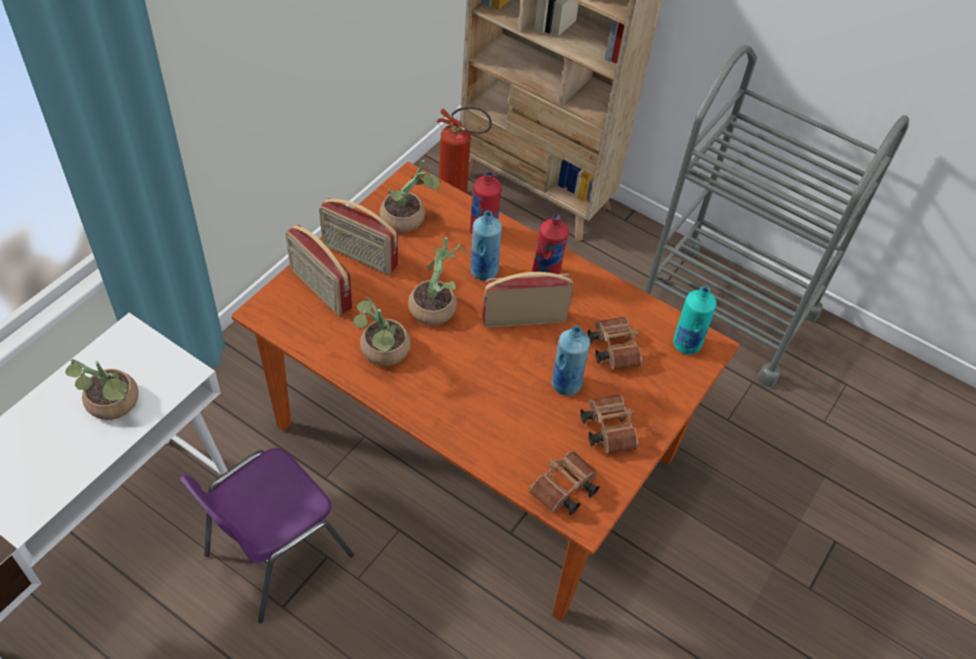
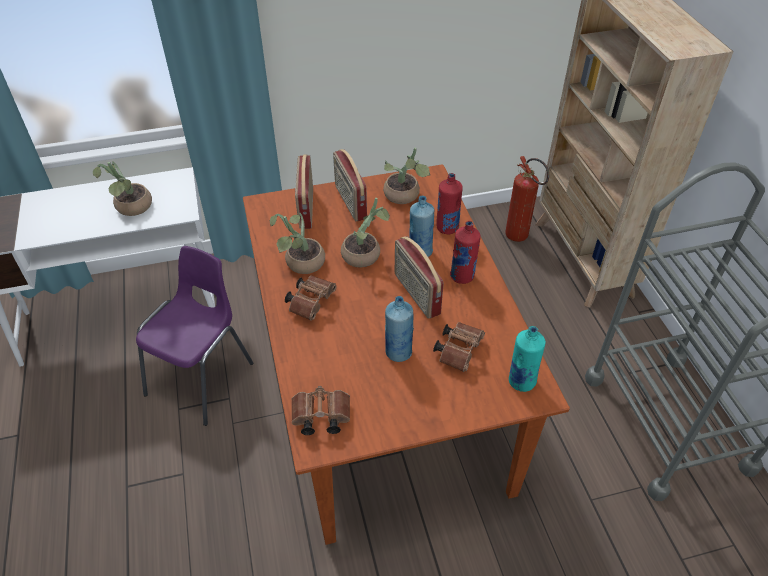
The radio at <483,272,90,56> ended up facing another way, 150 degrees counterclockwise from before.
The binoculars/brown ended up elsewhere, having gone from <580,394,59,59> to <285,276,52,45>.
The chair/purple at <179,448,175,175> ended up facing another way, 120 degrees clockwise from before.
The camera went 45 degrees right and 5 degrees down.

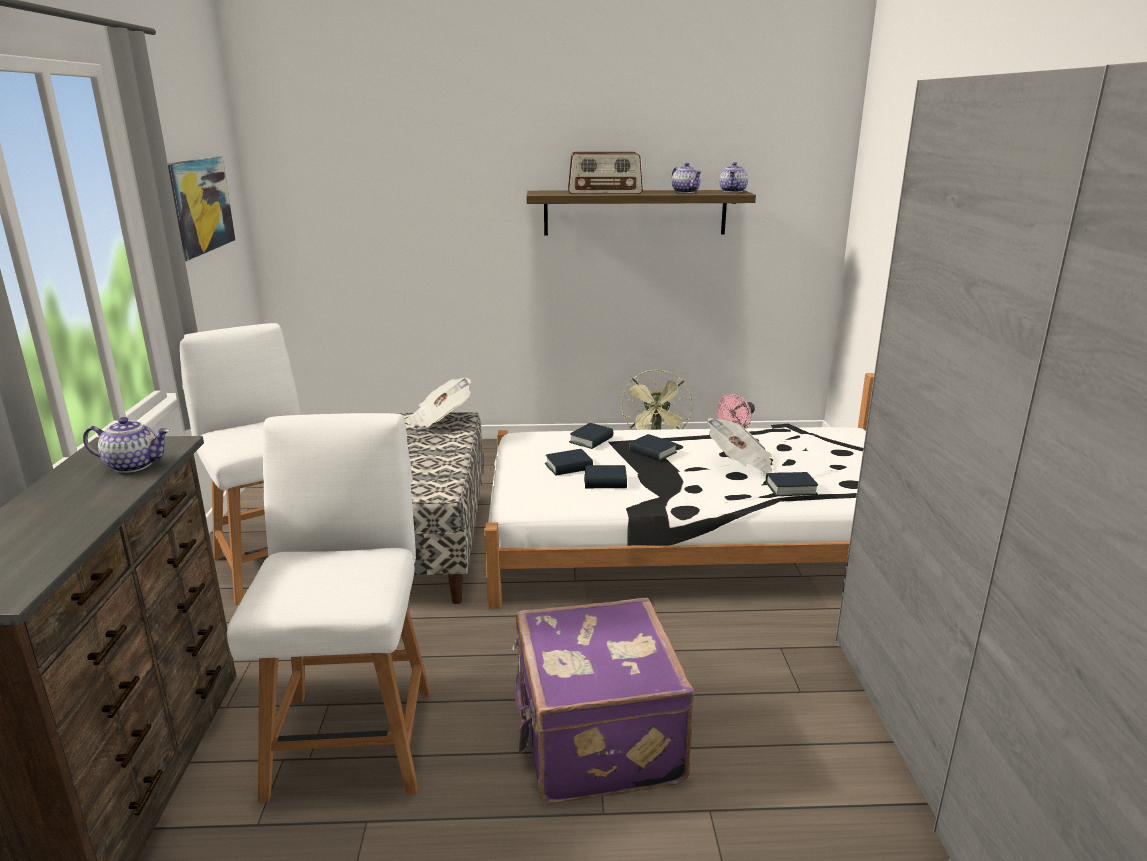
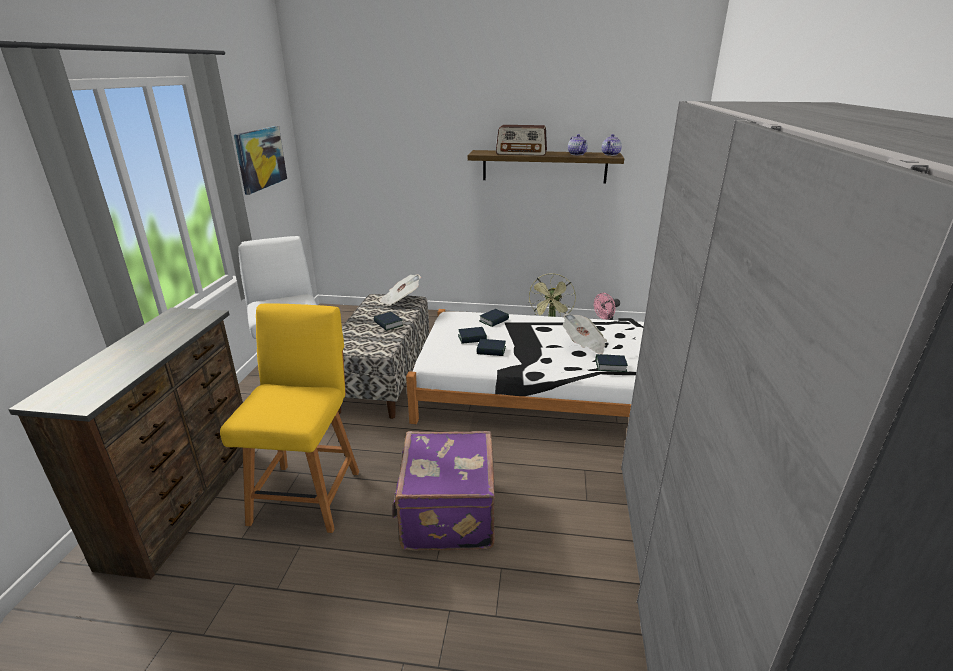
What was the chair/white at <227,413,204,390> turned into the chair/yellow at <220,303,139,230>.
The second view lost the teapot at <83,417,87,56>.
The book ended up elsewhere, having gone from <629,434,48,27> to <374,312,29,19>.
The camera went 10 degrees right and 5 degrees up.

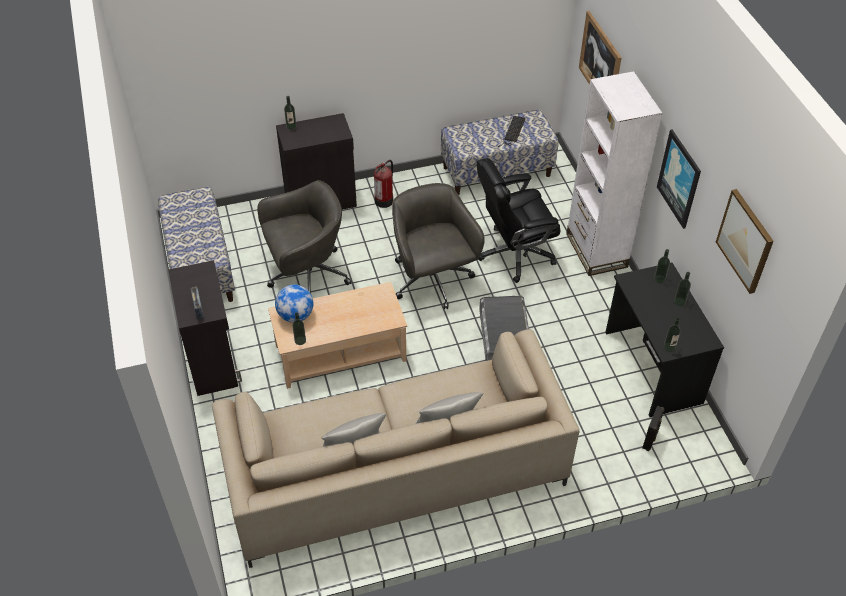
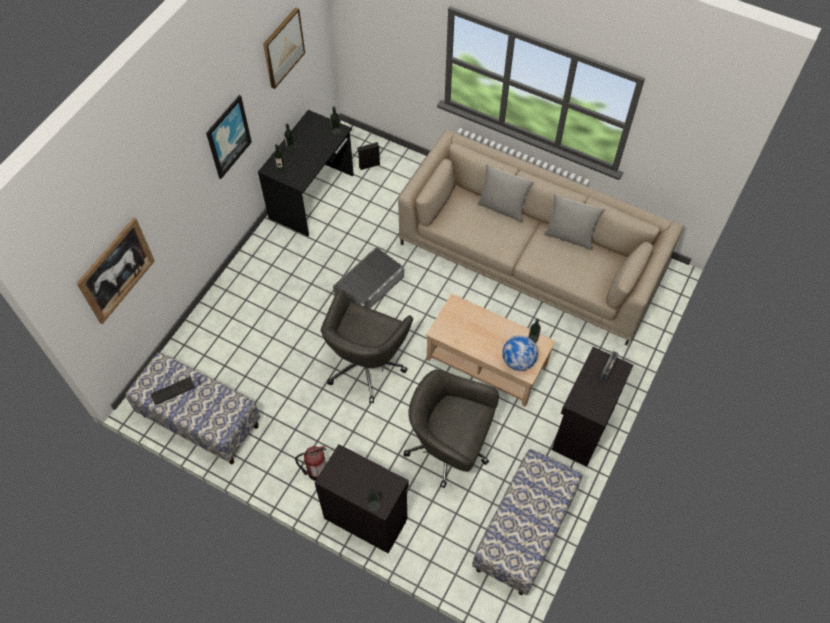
The second view lost the bookcase/white at <566,71,96,205>.
The second view lost the office chair/black at <477,158,84,125>.
The camera went 135 degrees left and 10 degrees up.

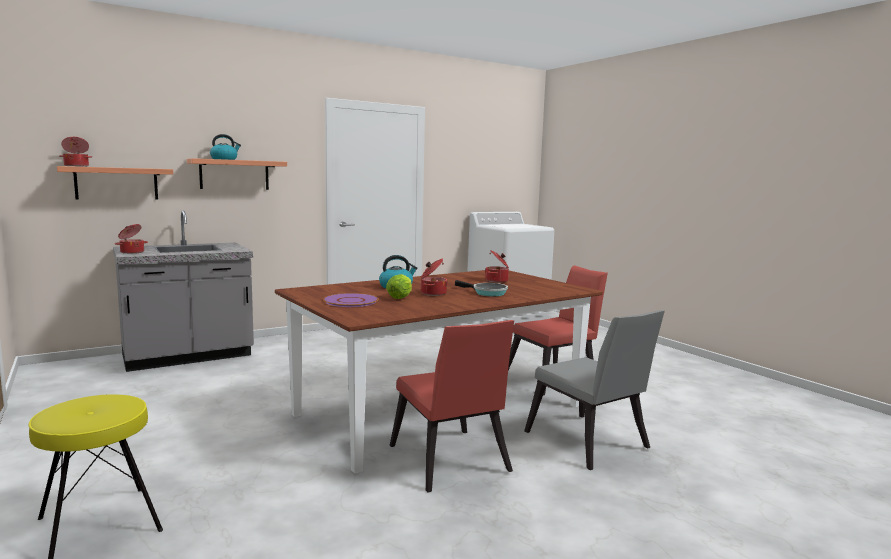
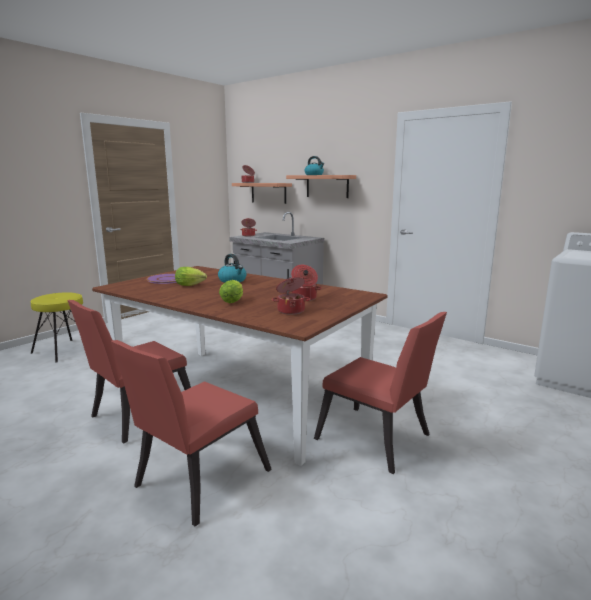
The cooking pot ended up elsewhere, having gone from <421,259,27,37> to <272,277,39,38>.
Where the frying pan stood at <455,280,53,16>, the lettuce came to stand at <219,280,24,23>.
What was the chair/grey at <524,310,141,160> turned into the chair/red at <111,340,161,187>.
The camera went 70 degrees right and 5 degrees up.

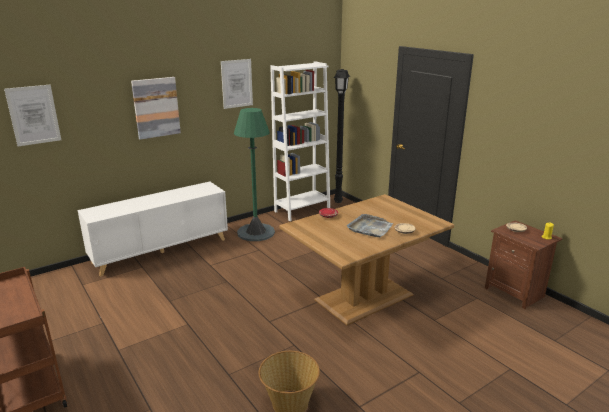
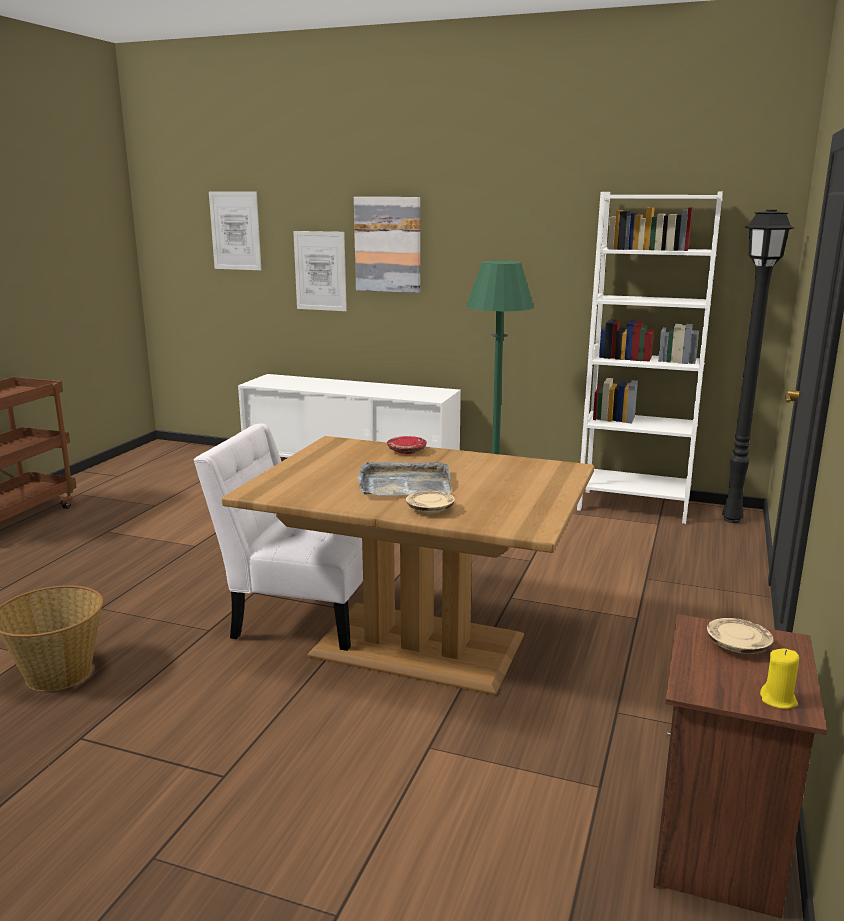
The picture ended up elsewhere, having gone from <221,59,32,50> to <293,231,54,80>.
The second view gained the chair/white at <194,424,169,227>.
The camera went 55 degrees right and 5 degrees down.

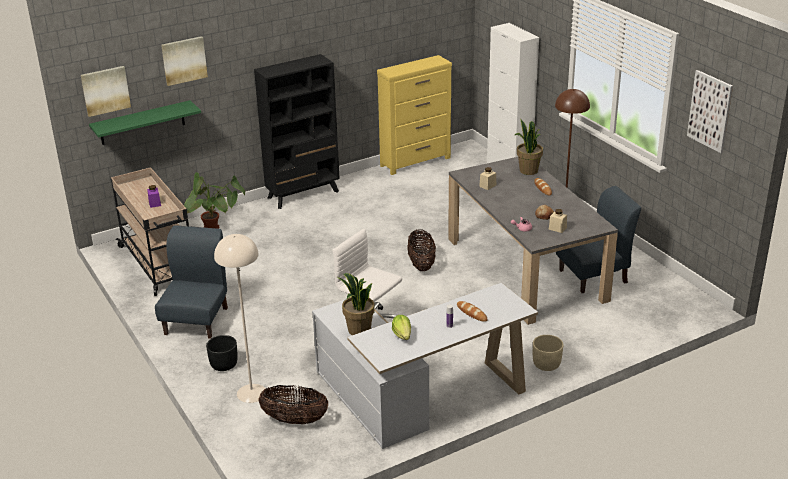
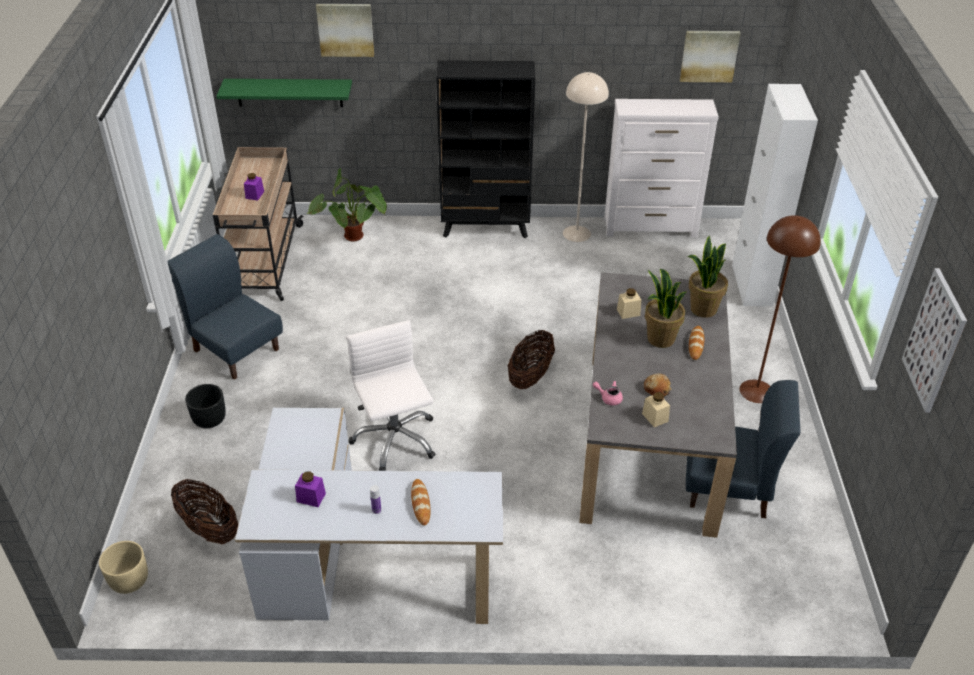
What was the dresser/yellow at <377,55,75,120> turned into the dresser/white at <604,99,115,138>.
The picture ended up elsewhere, having gone from <81,66,50,51> to <680,31,61,51>.
The chair/blue at <155,225,73,114> ended up facing another way, 90 degrees counterclockwise from before.
The floor lamp/beige ended up elsewhere, having gone from <214,234,51,169> to <563,72,46,170>.
The potted plant ended up elsewhere, having gone from <336,273,39,62> to <645,269,41,79>.
Where the lettuce stood at <392,315,19,25>, the jar/purple came to stand at <295,471,31,36>.
The planter/beige ended up elsewhere, having gone from <533,335,30,36> to <99,541,49,53>.
The camera went 30 degrees right and 10 degrees up.

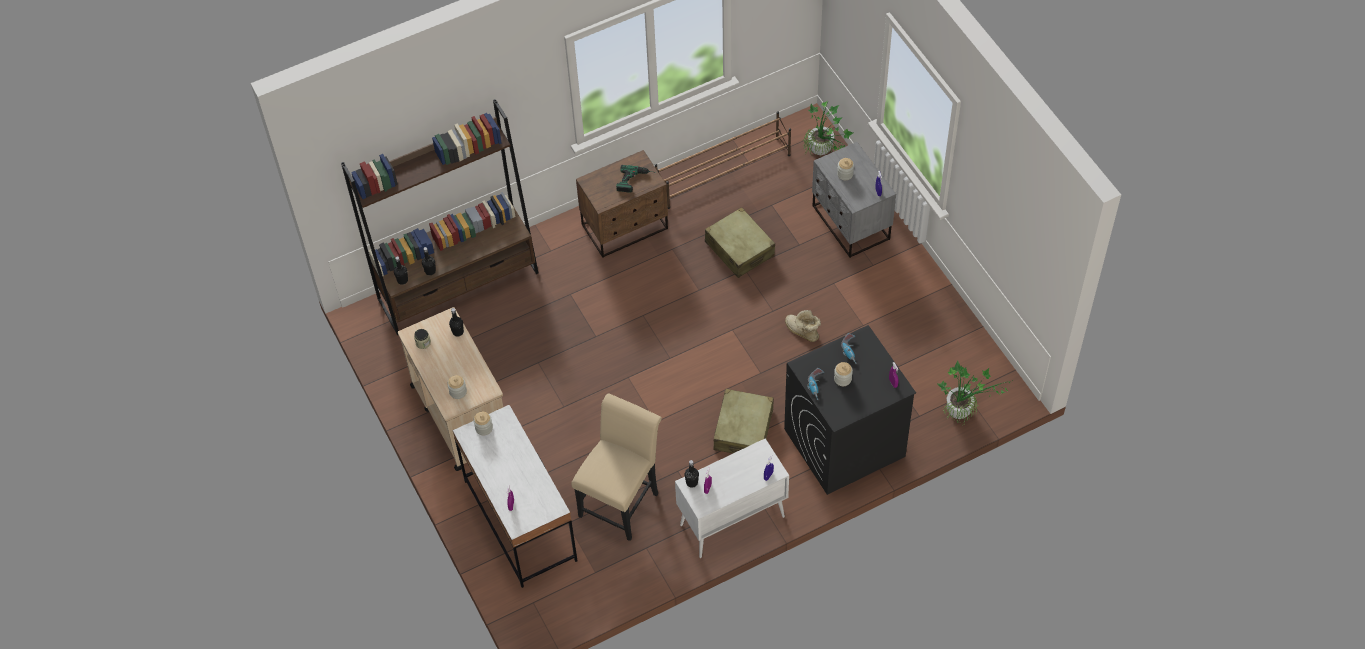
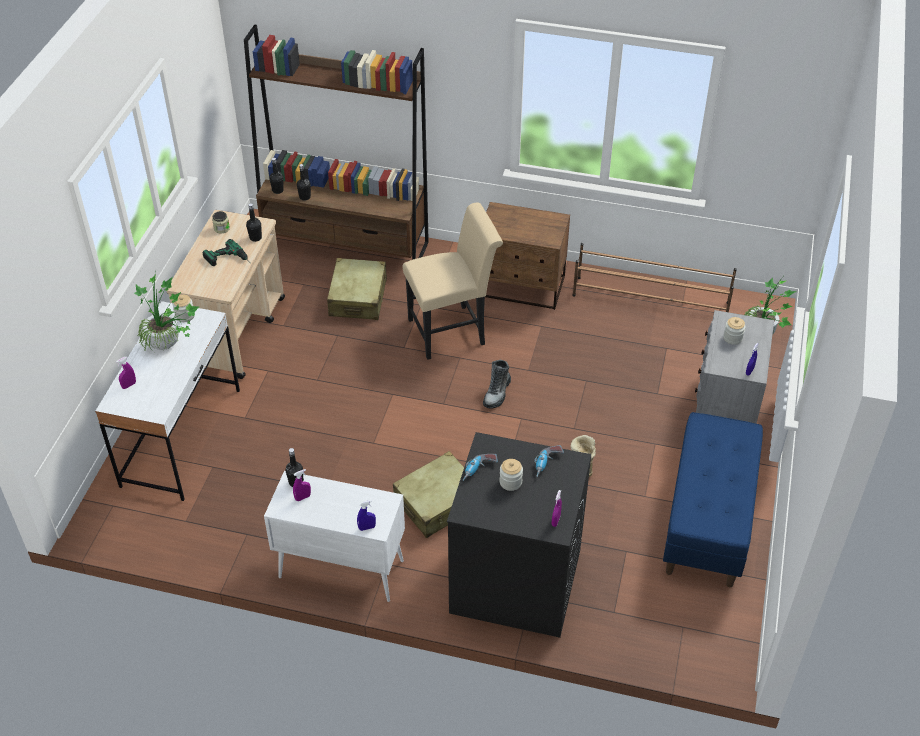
The power drill ended up elsewhere, having gone from <616,165,35,28> to <202,239,46,27>.
The suitcase/beige ended up elsewhere, having gone from <705,207,70,71> to <327,258,60,62>.
The potted plant ended up elsewhere, having gone from <937,361,76,63> to <134,268,65,84>.
The second view lost the jar at <447,375,20,24>.
The chair/beige ended up elsewhere, having gone from <571,393,91,148> to <403,202,100,158>.
The second view gained the boot at <483,360,28,49>.
The second view gained the bench/blue at <663,412,100,175>.
The camera went 40 degrees right and 10 degrees down.

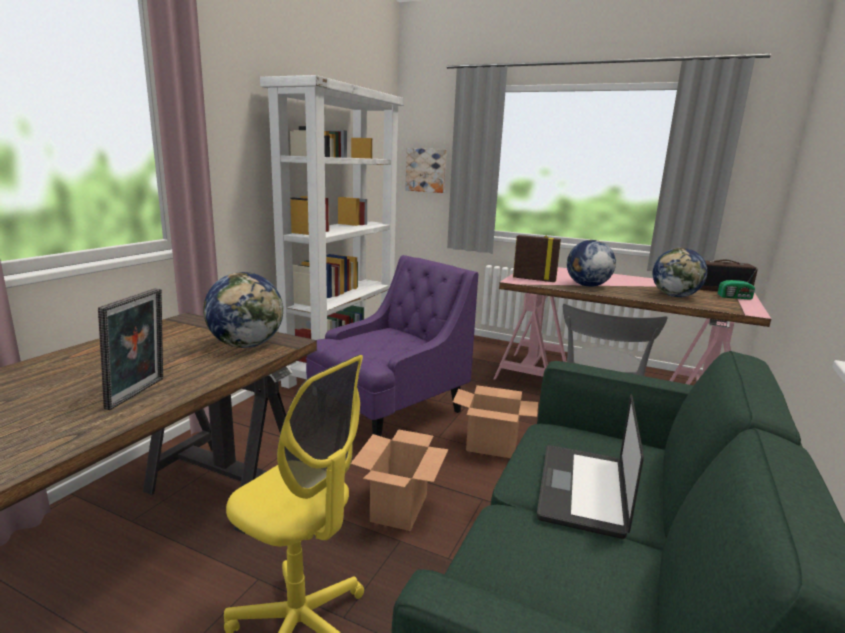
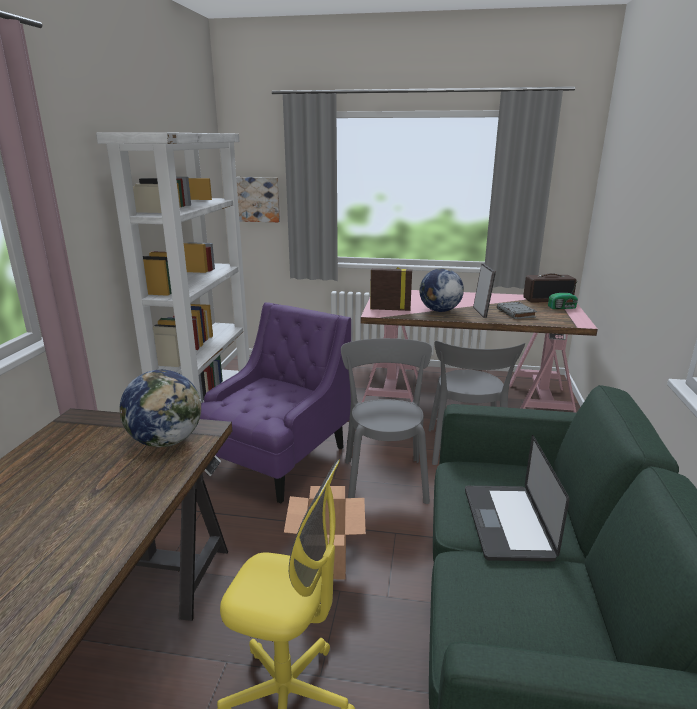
Where the globe stood at <653,248,55,49>, the book/grey came to stand at <497,302,40,17>.
The picture frame ended up elsewhere, having gone from <98,288,65,122> to <473,263,23,55>.
Where the cardboard box stood at <453,385,85,73>, the chair/grey came to stand at <341,338,91,166>.
The camera went 15 degrees left and 5 degrees up.

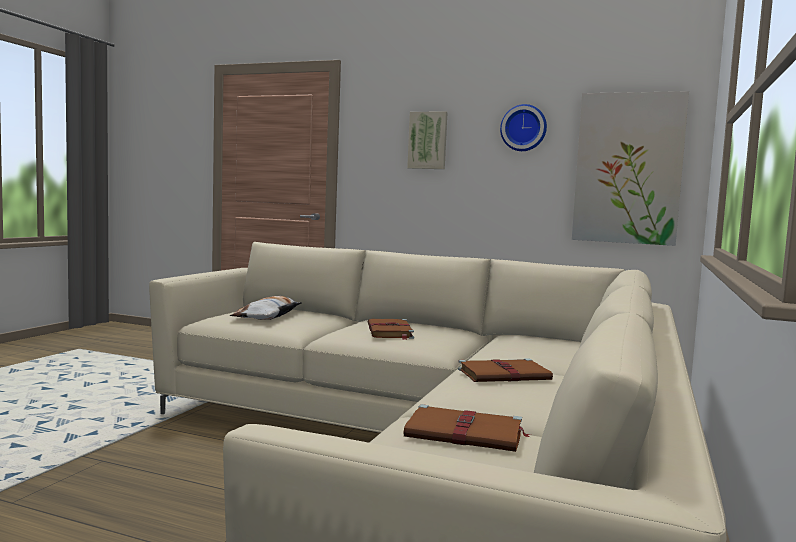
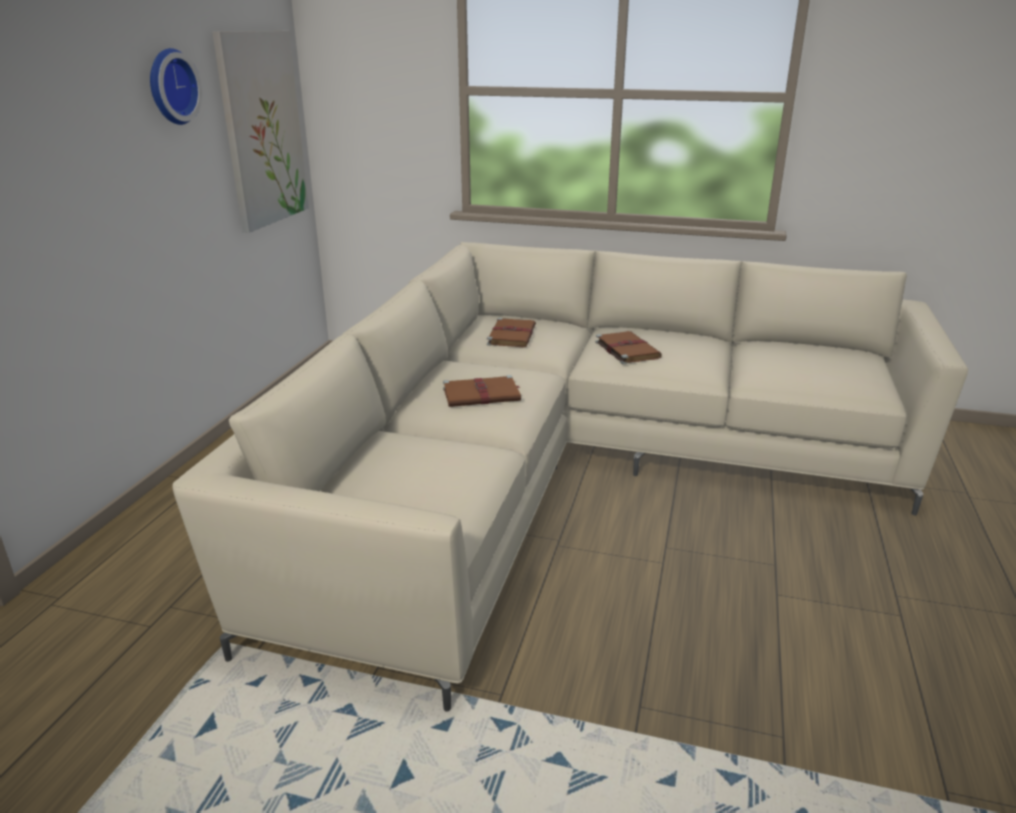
The second view lost the picture at <407,111,41,58>.
The second view lost the pillow at <230,296,72,24>.
The book/brown ended up elsewhere, having gone from <403,404,127,48> to <487,318,49,29>.
The camera went 95 degrees left and 20 degrees up.

